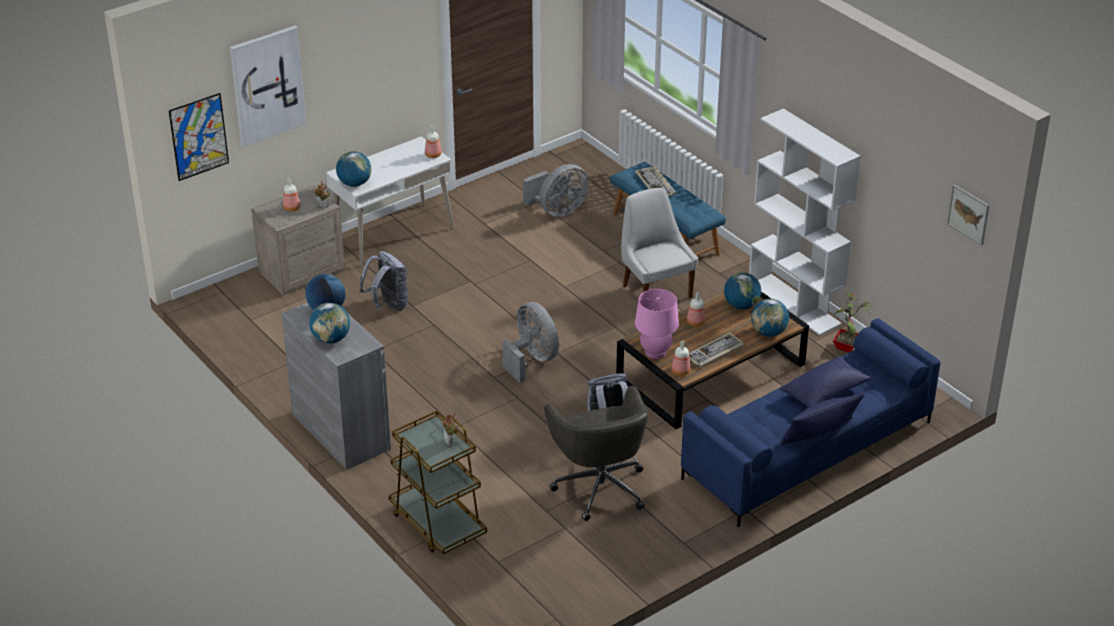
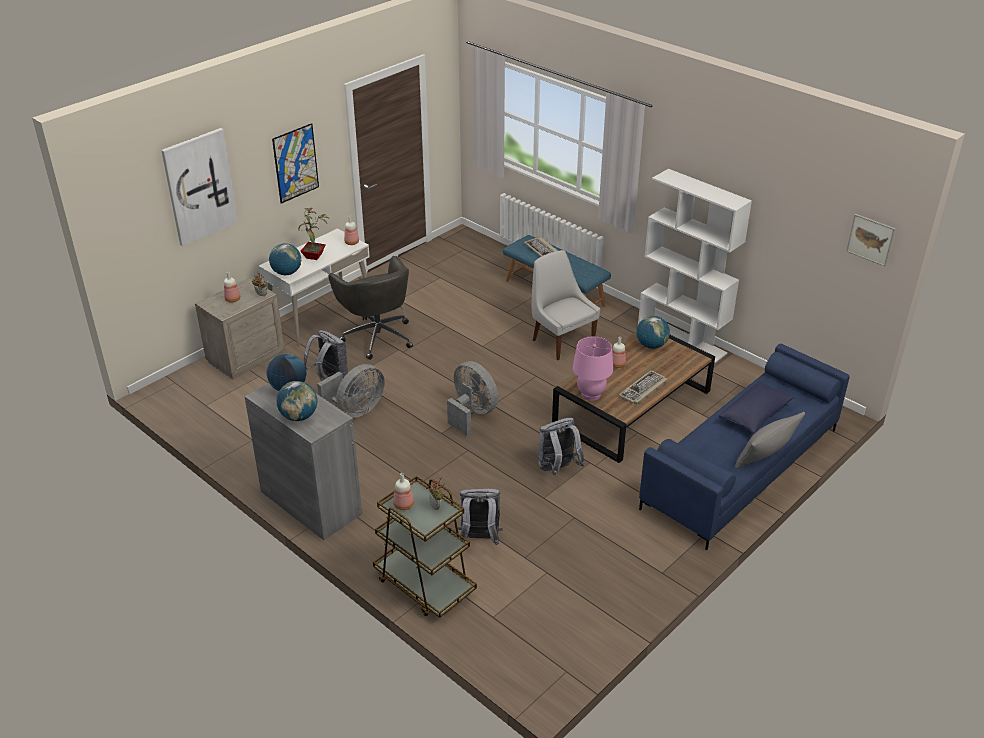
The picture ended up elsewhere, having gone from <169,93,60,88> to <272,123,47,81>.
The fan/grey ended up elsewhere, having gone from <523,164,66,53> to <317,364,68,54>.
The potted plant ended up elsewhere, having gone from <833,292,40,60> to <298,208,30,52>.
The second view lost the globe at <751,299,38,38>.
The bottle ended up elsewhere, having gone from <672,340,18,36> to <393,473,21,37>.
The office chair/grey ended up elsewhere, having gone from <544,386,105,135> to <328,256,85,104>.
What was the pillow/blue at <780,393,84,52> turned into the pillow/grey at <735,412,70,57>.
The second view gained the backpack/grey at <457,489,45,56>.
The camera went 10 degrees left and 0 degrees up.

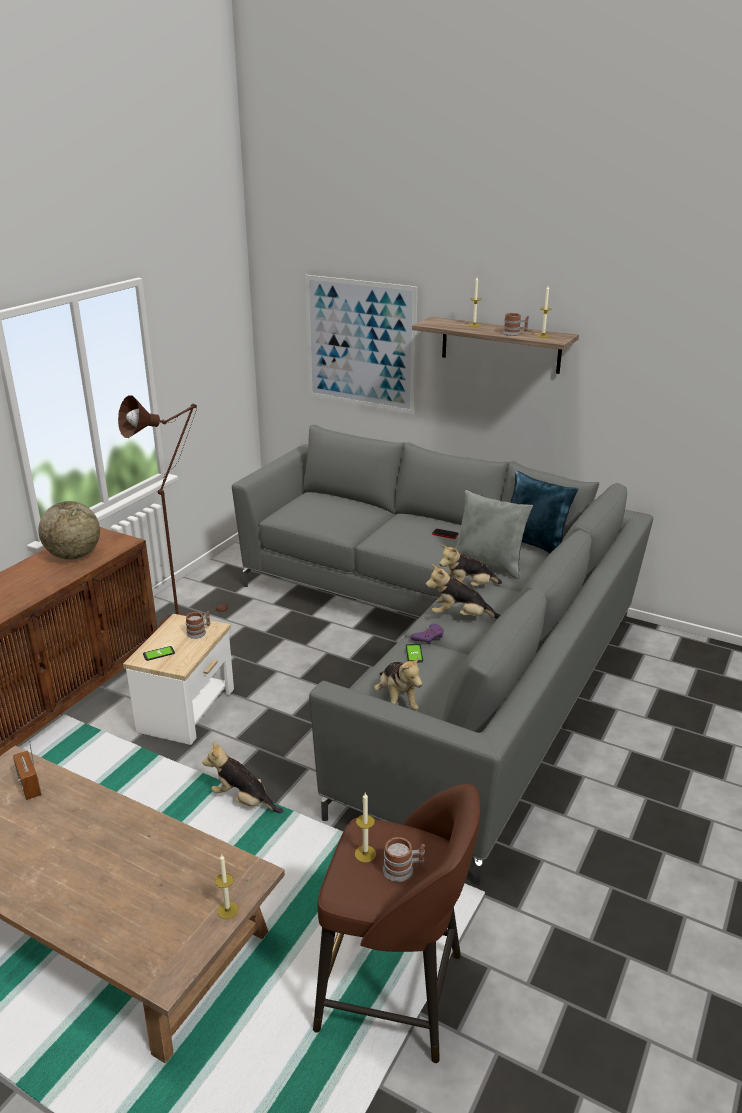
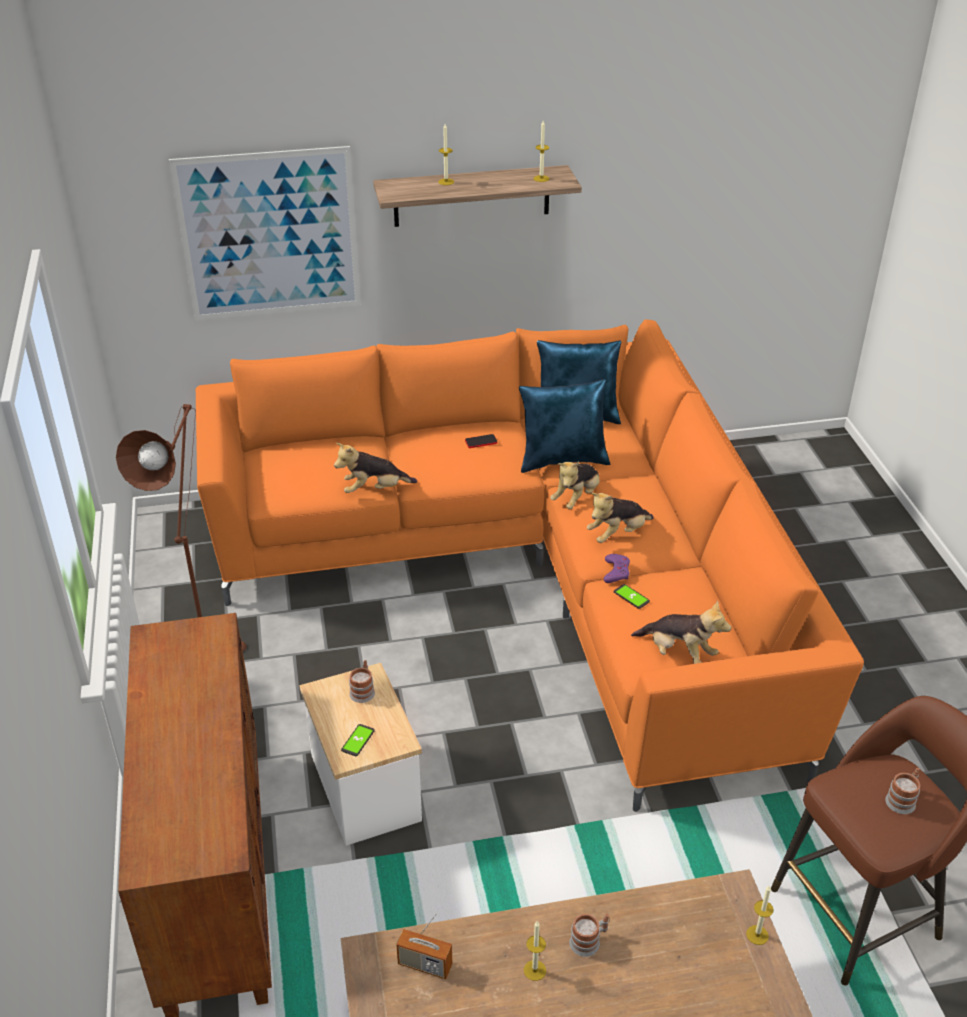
The mug ended up elsewhere, having gone from <503,313,26,23> to <569,914,40,43>.
What was the sofa/grey at <232,425,421,461> turned into the sofa/orange at <196,319,668,493>.
What was the pillow/grey at <455,490,78,90> turned into the pillow/blue at <519,379,91,94>.
The second view lost the globe at <39,501,61,59>.
The plush toy ended up elsewhere, having gone from <202,741,81,72> to <334,443,83,50>.
The candle ended up elsewhere, having gone from <355,793,21,70> to <524,921,22,60>.
The camera went 40 degrees left and 10 degrees up.

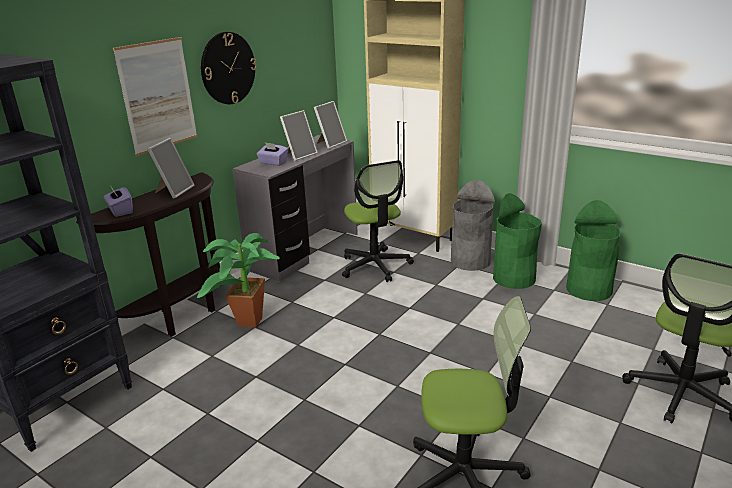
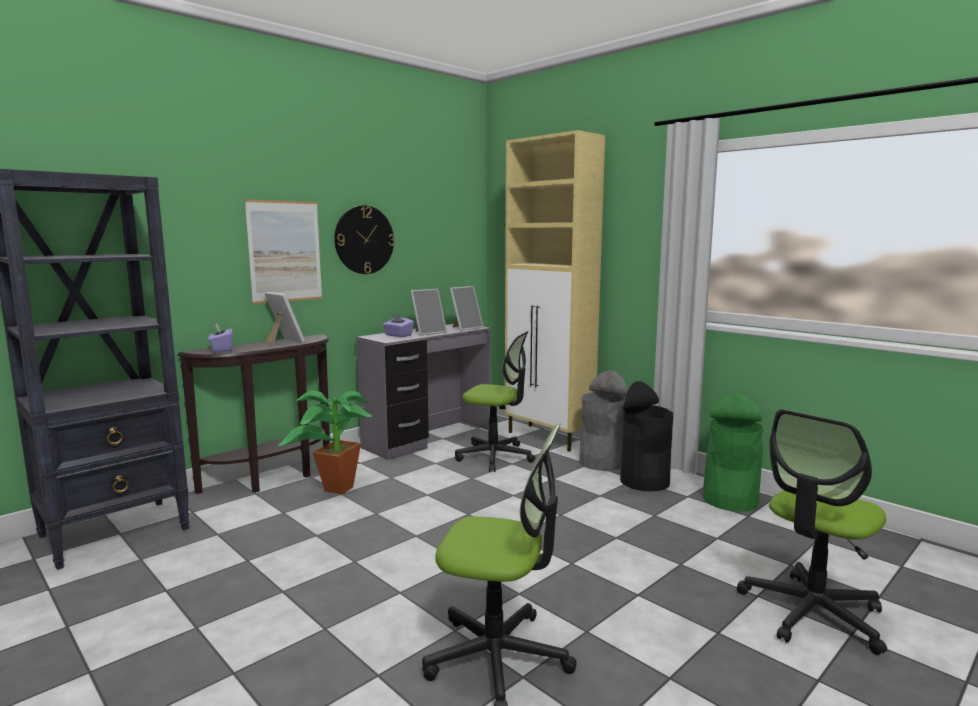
The picture frame at <147,138,48,61> ended up facing another way, 75 degrees counterclockwise from before.
The office chair at <342,160,72,122> ended up facing another way, 60 degrees counterclockwise from before.
What was the trash can/green at <493,193,49,96> turned into the trash can/black at <620,381,54,111>.
The camera went 10 degrees right and 15 degrees down.

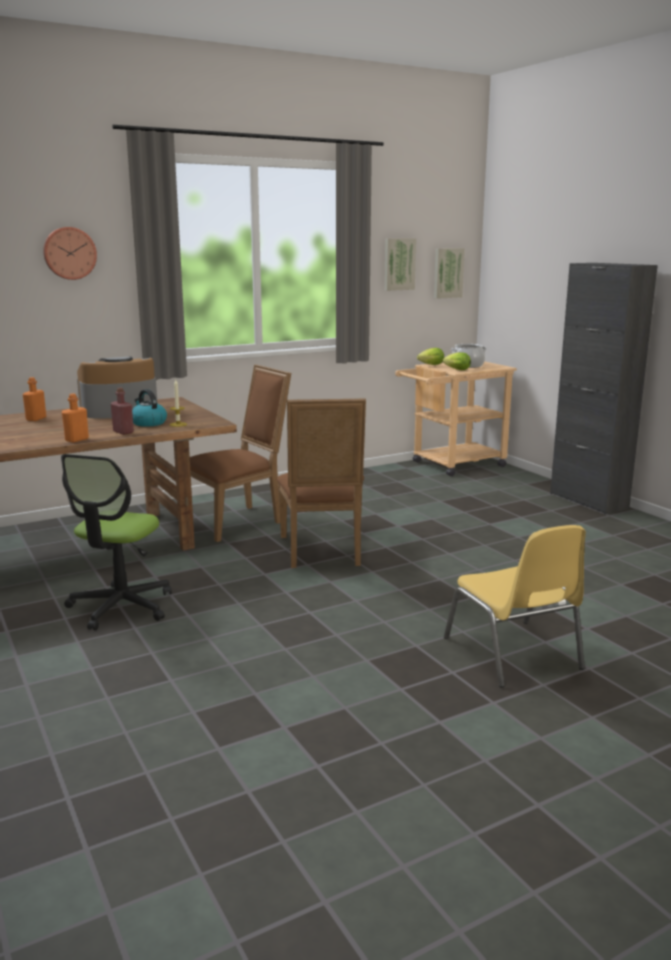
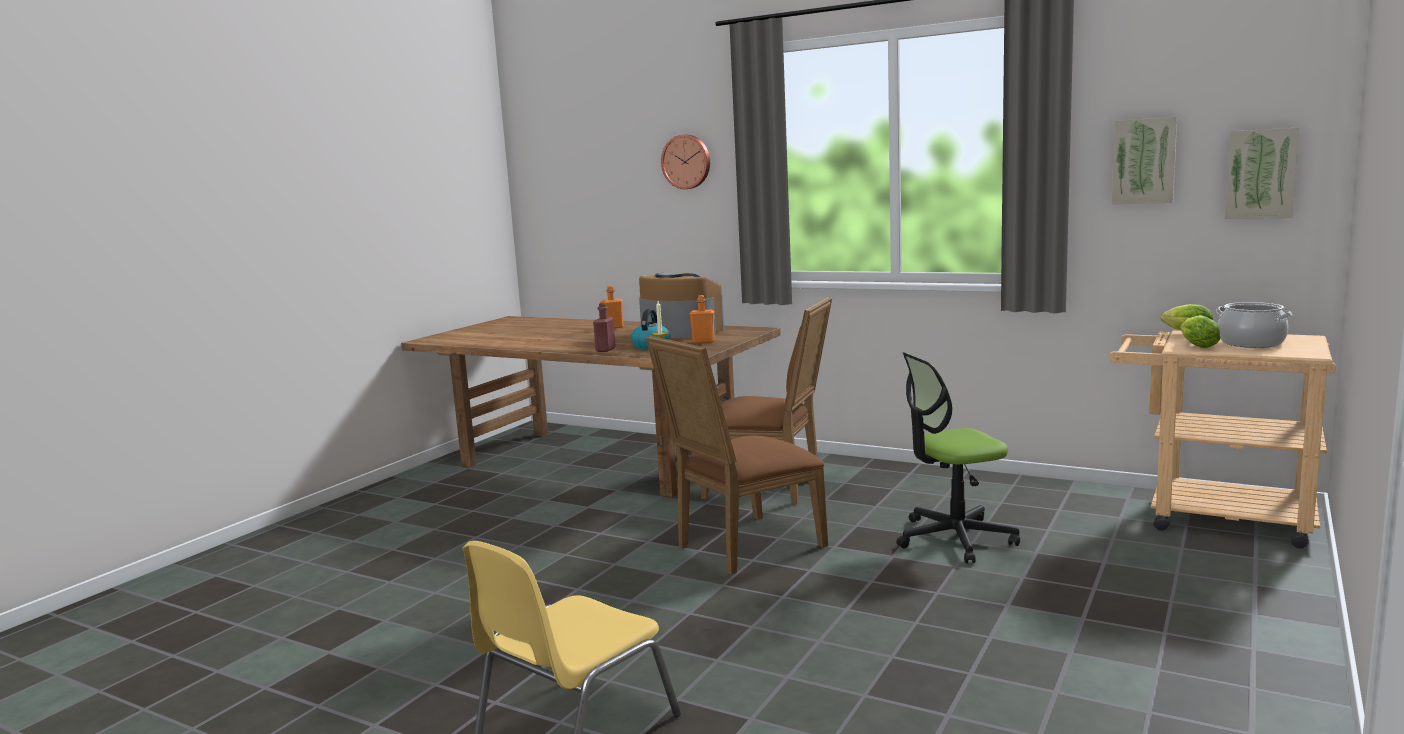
The second view lost the cabinet/black at <550,263,108,252>.
The bottle/orange ended up elsewhere, having gone from <62,394,27,49> to <689,295,26,48>.
The office chair ended up elsewhere, having gone from <61,454,111,176> to <897,352,123,211>.
The camera went 60 degrees right and 5 degrees down.

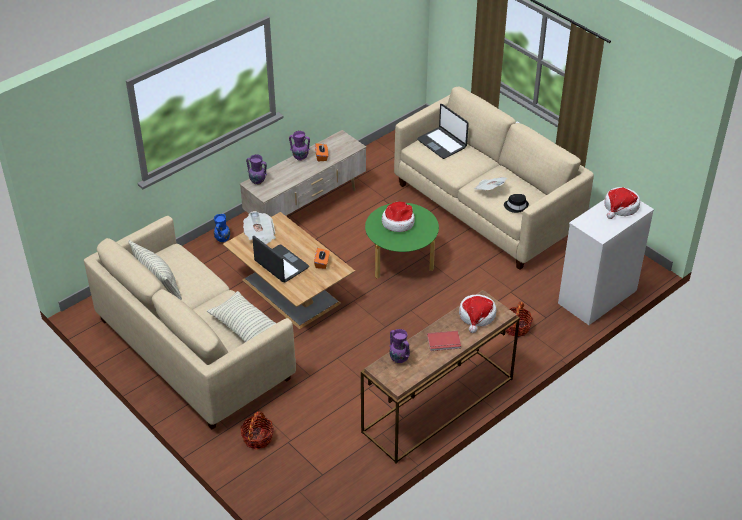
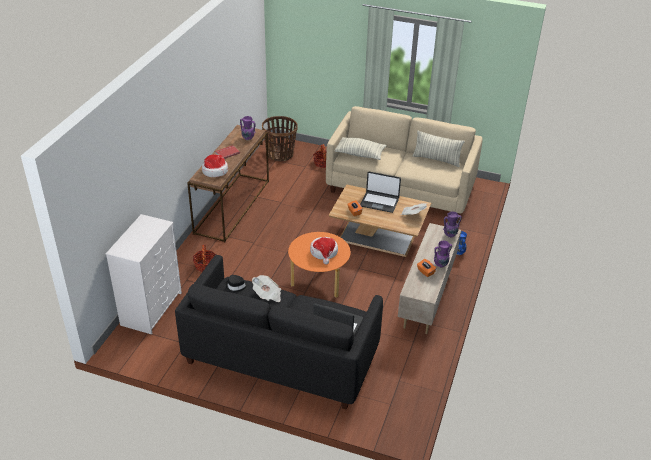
What was the sofa/beige at <394,87,200,183> turned into the sofa/black at <175,255,208,155>.
The second view lost the hat at <605,187,35,32>.
What was the coffee table/green at <365,203,74,76> turned into the coffee table/orange at <288,232,63,66>.
The second view gained the basket at <262,116,36,45>.
The camera went 150 degrees right and 5 degrees down.

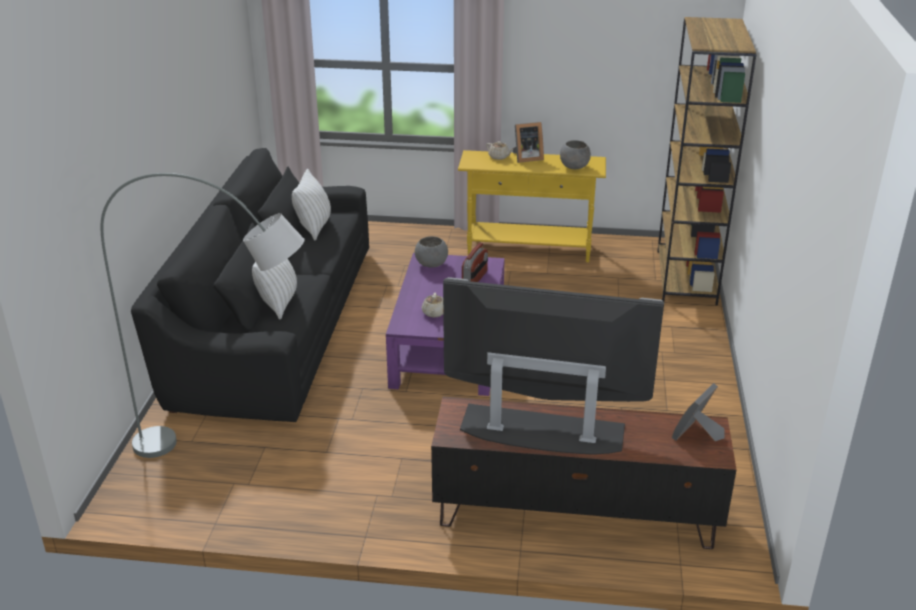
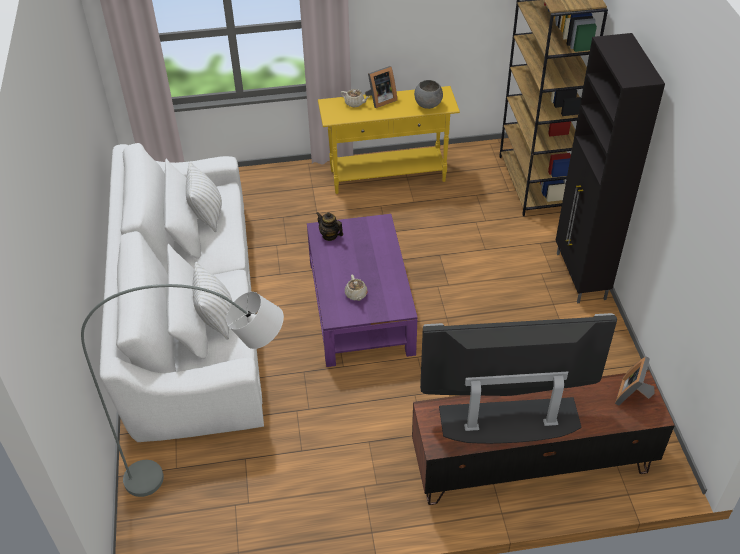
What was the sofa/black at <131,148,238,274> turned into the sofa/white at <100,143,164,299>.
Where the bowl/grey stood at <415,236,33,32>, the teapot came to stand at <316,212,27,29>.
The second view lost the radio at <462,243,26,39>.
The second view gained the cabinet/black at <556,33,109,271>.
The camera went 15 degrees left and 15 degrees up.

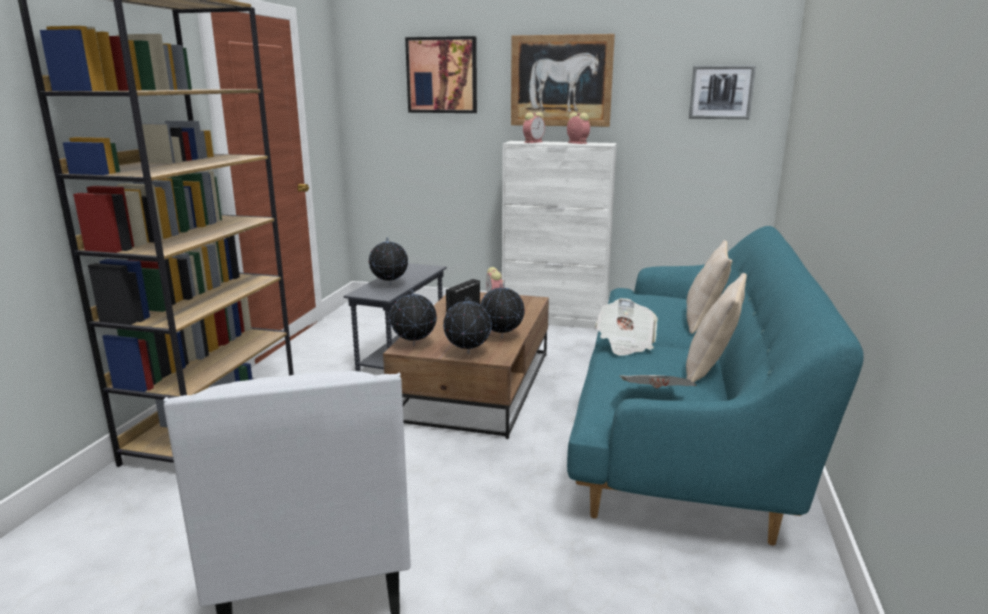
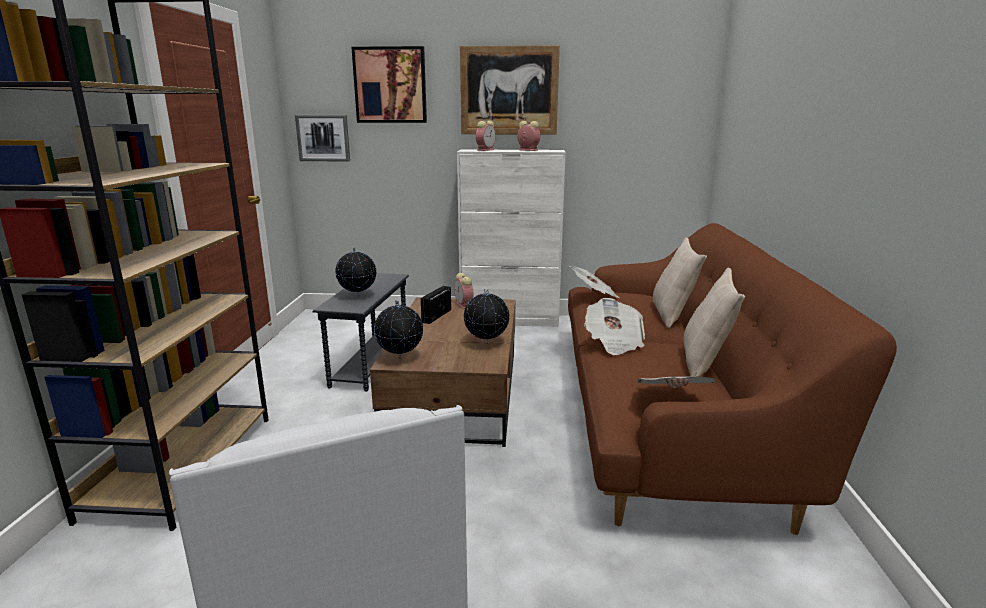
The picture ended up elsewhere, having gone from <689,65,67,54> to <295,115,55,47>.
What was the sofa/turquoise at <567,226,297,319> turned into the sofa/brown at <568,223,329,312>.
The second view lost the globe at <443,296,49,58>.
The second view gained the newspaper at <569,266,50,32>.
The camera went 10 degrees left and 0 degrees up.

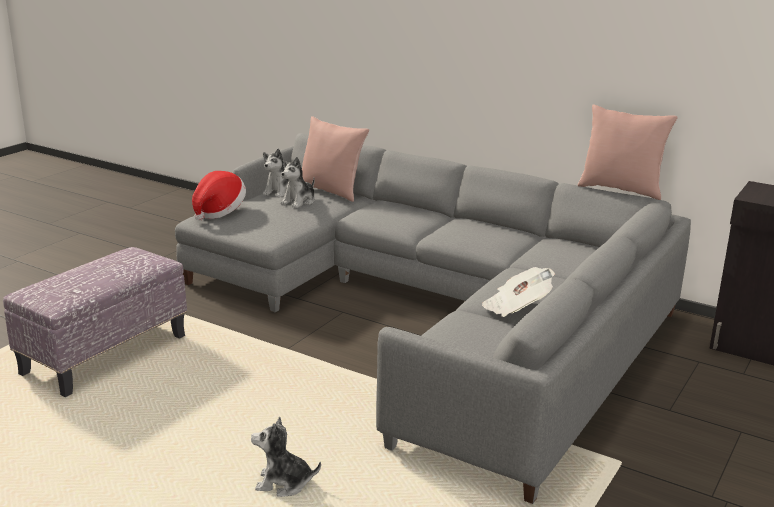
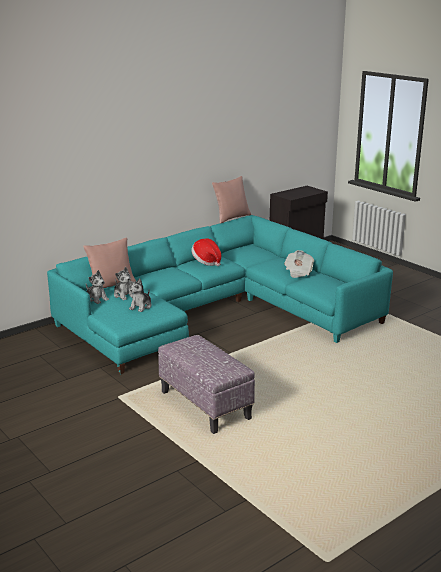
What was the sofa/grey at <175,133,516,371> turned into the sofa/turquoise at <47,215,346,159>.
The hat ended up elsewhere, having gone from <192,171,54,49> to <191,238,30,28>.
The plush toy ended up elsewhere, having gone from <251,417,70,80> to <129,278,23,34>.
The camera went 70 degrees left and 0 degrees up.

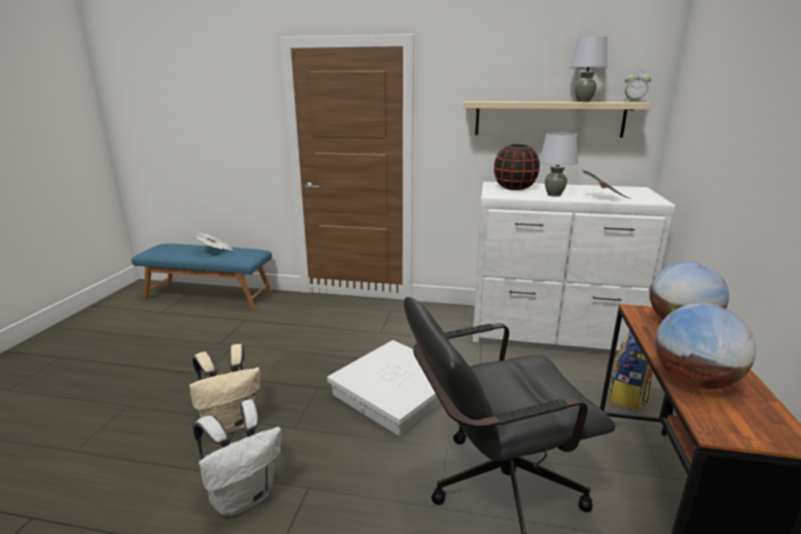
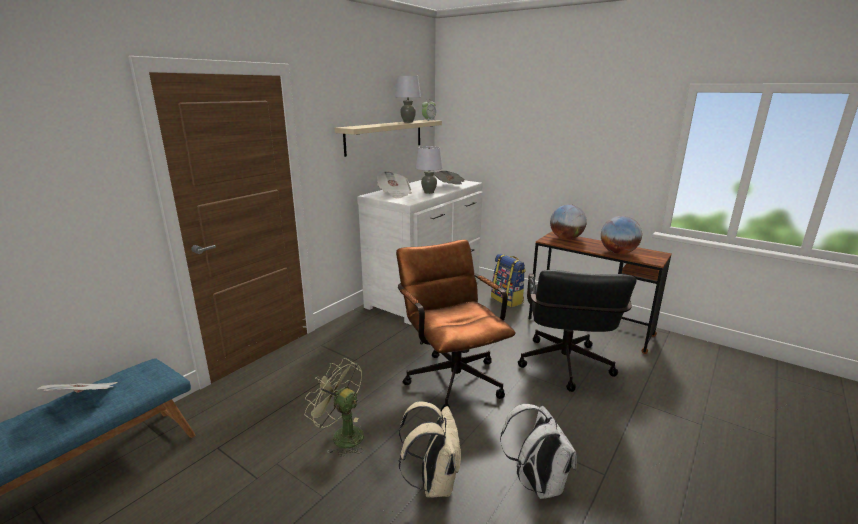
Where the vase/black stood at <494,144,46,46>, the newspaper came to stand at <377,171,35,28>.
Where the storage box/white stood at <327,340,114,96>, the office chair/brown came to stand at <396,240,120,171>.
The second view gained the fan/green at <305,358,59,99>.
The camera went 65 degrees left and 0 degrees up.

